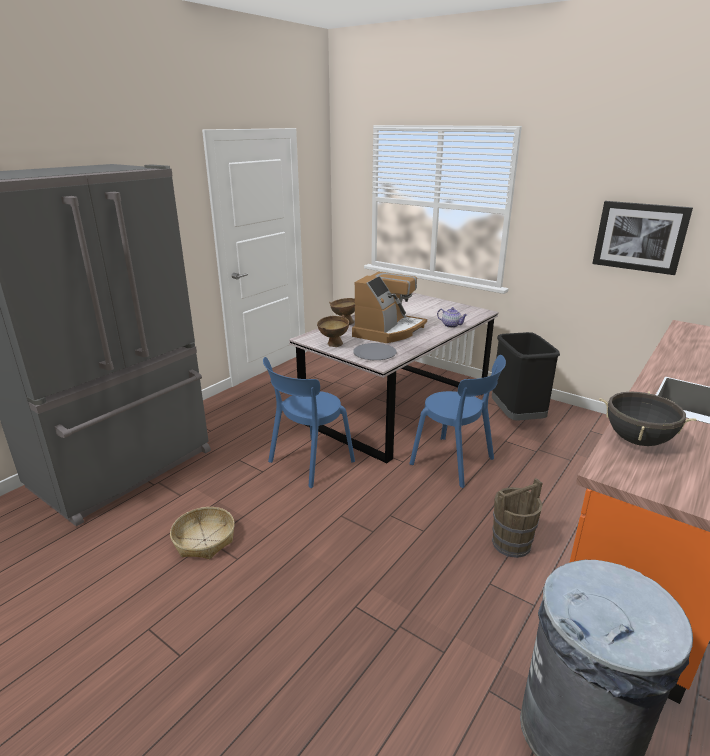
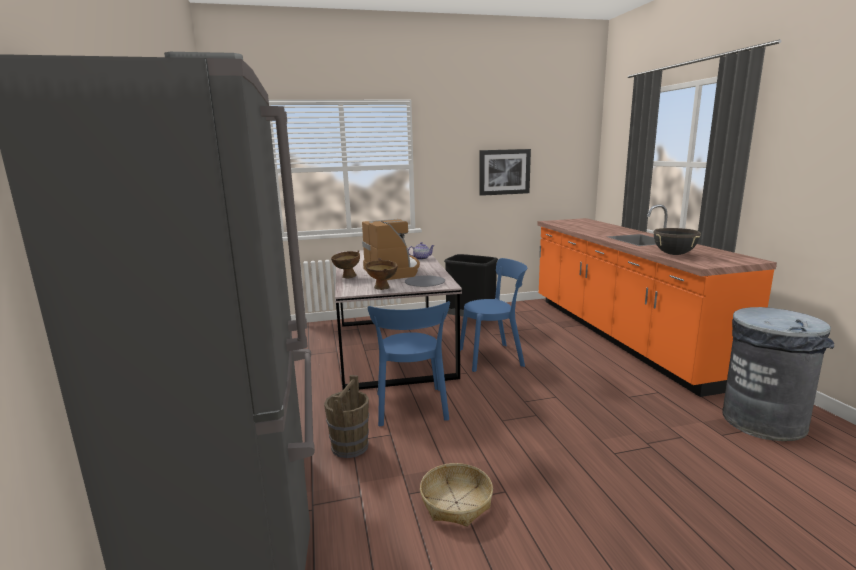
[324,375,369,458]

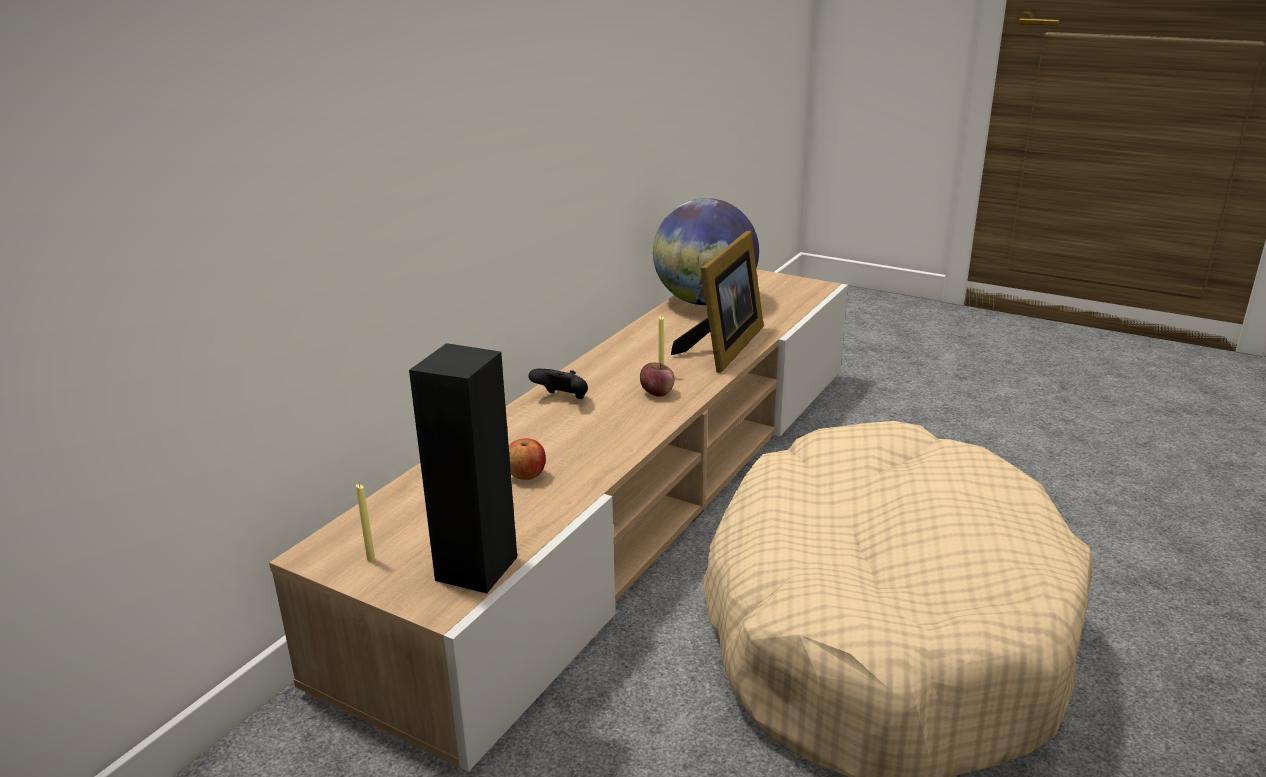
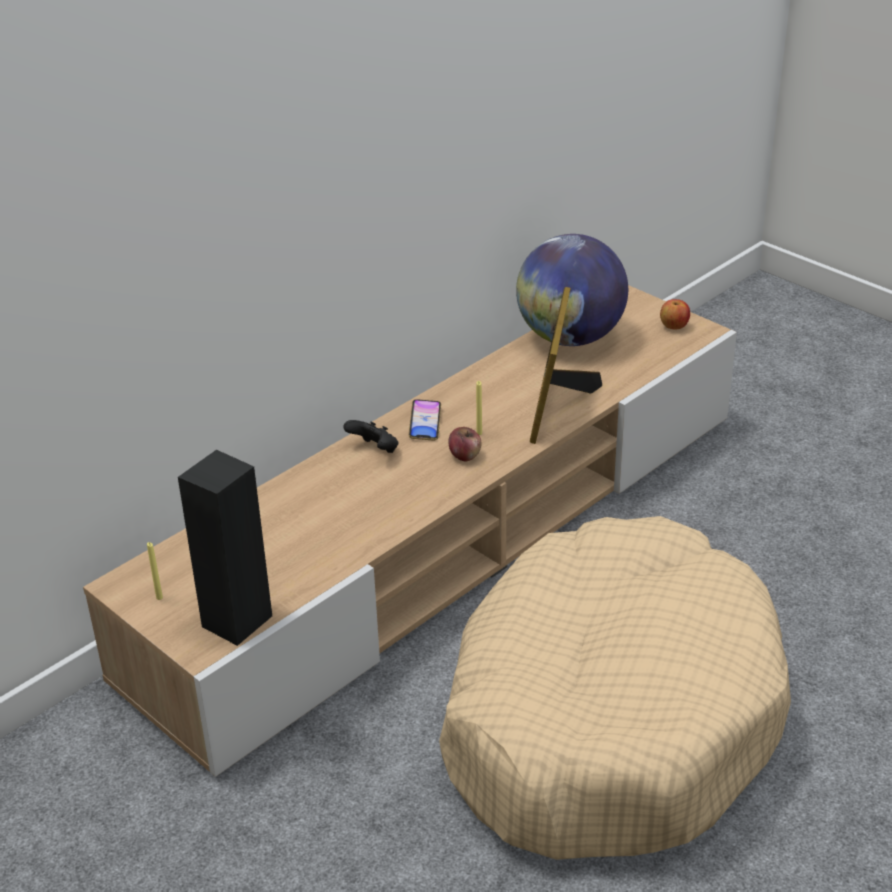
[530,287,602,444]
[660,299,690,330]
[409,399,441,441]

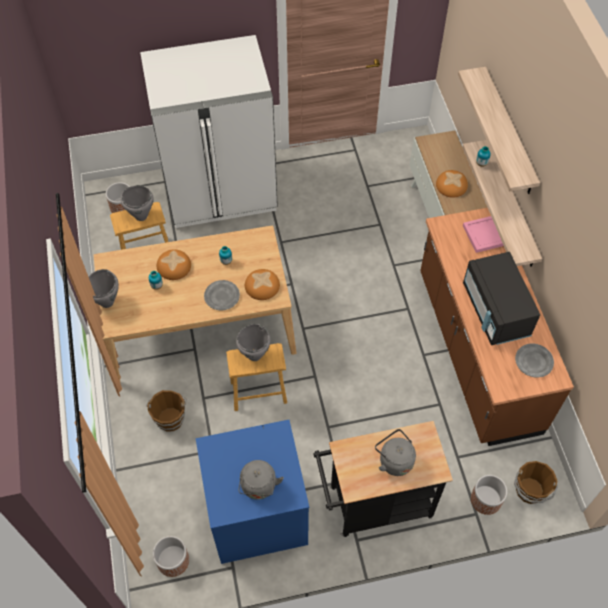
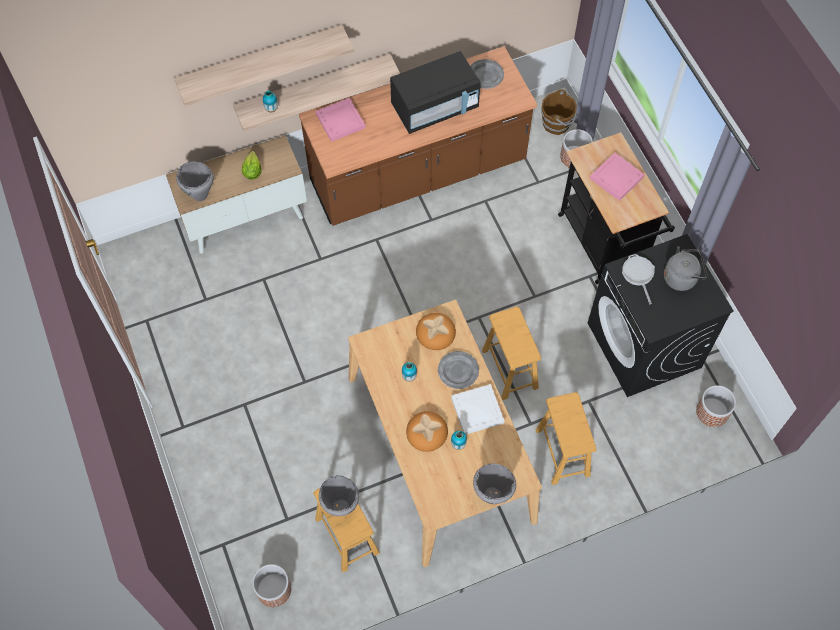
[140,35,278,228] (first image)
[242,151,262,180]
[176,161,213,201]
[536,392,596,485]
[588,234,734,397]
[590,153,645,201]
[622,254,655,304]
[451,384,504,435]

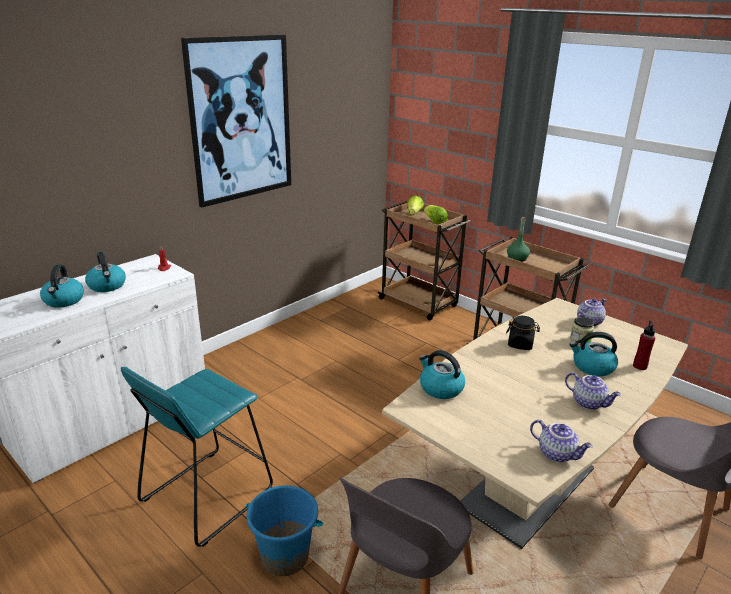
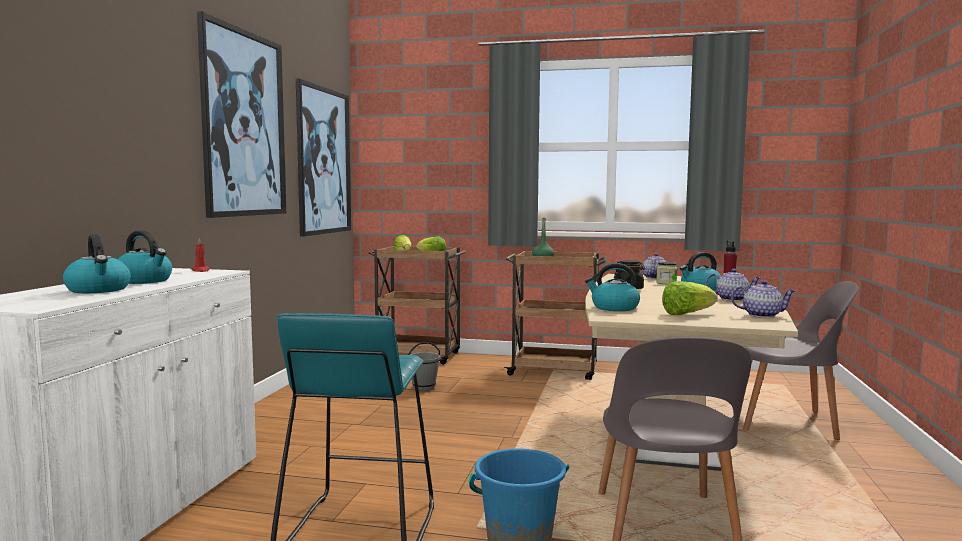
[296,78,351,237]
[662,281,718,315]
[408,342,442,391]

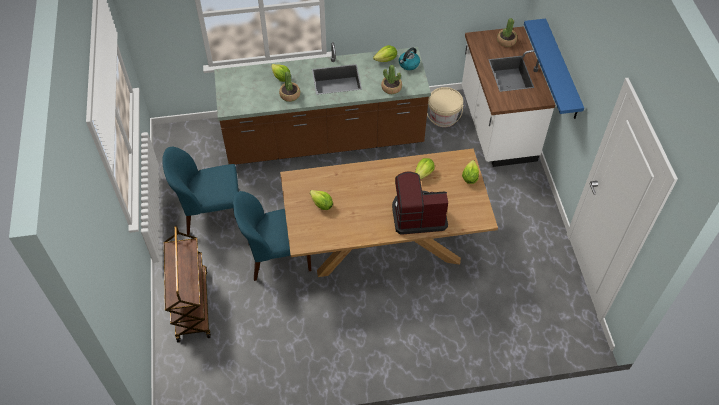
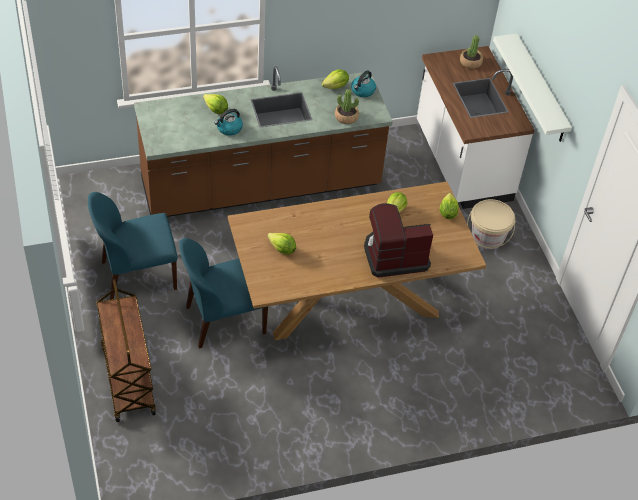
[493,34,572,142]
[214,109,243,136]
[467,199,516,249]

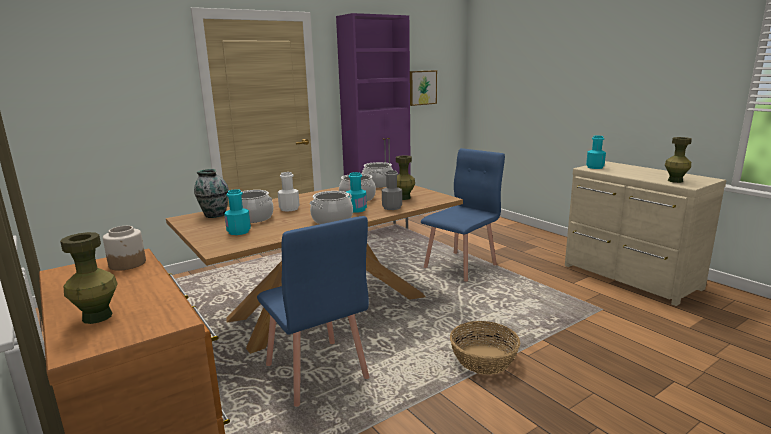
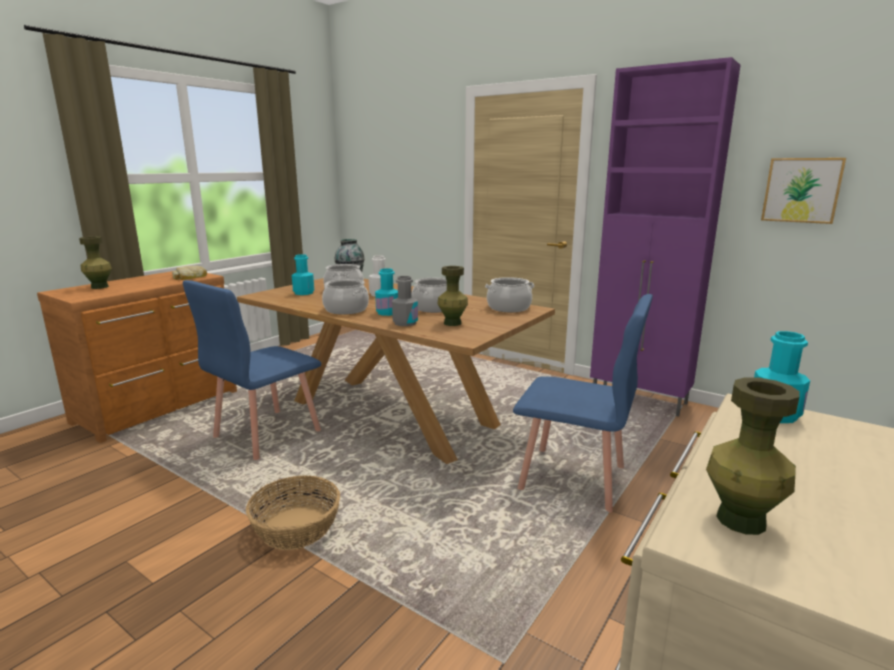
[172,266,207,280]

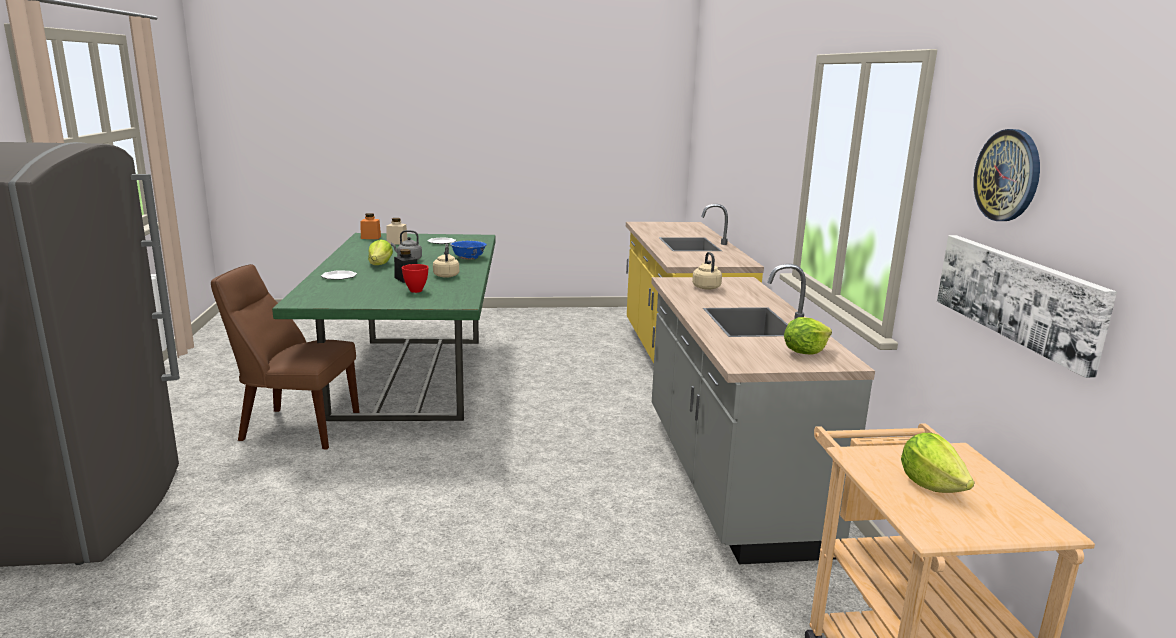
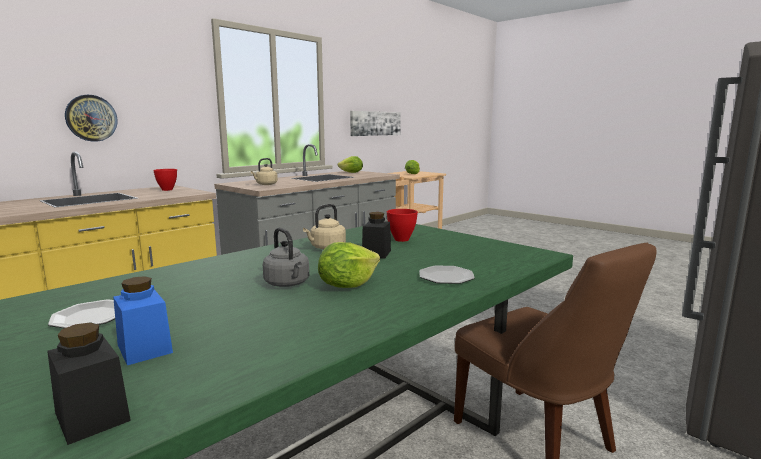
[65,95,117,142]
[47,322,131,445]
[113,276,173,365]
[450,241,487,259] (first image)
[153,169,177,191]

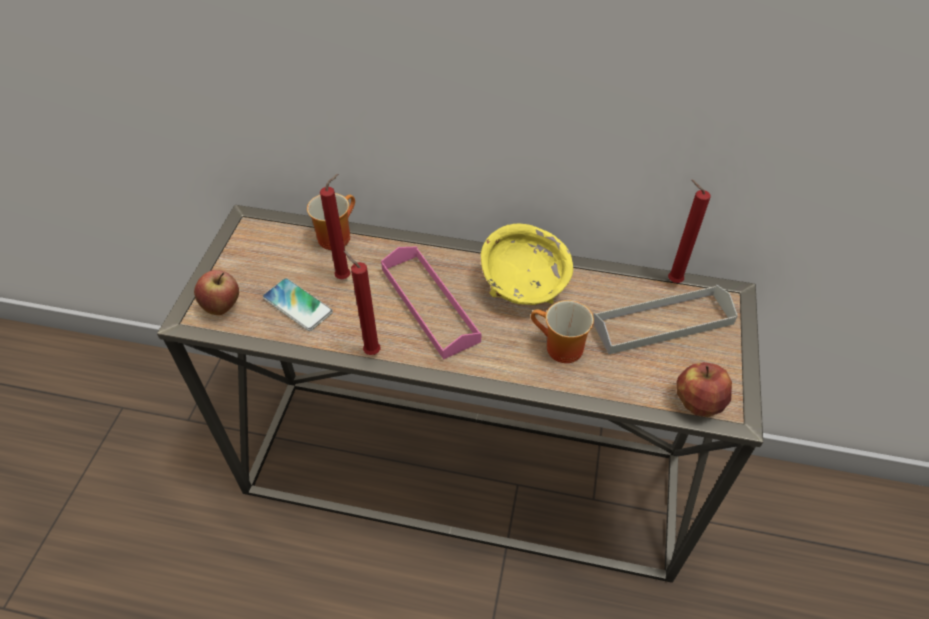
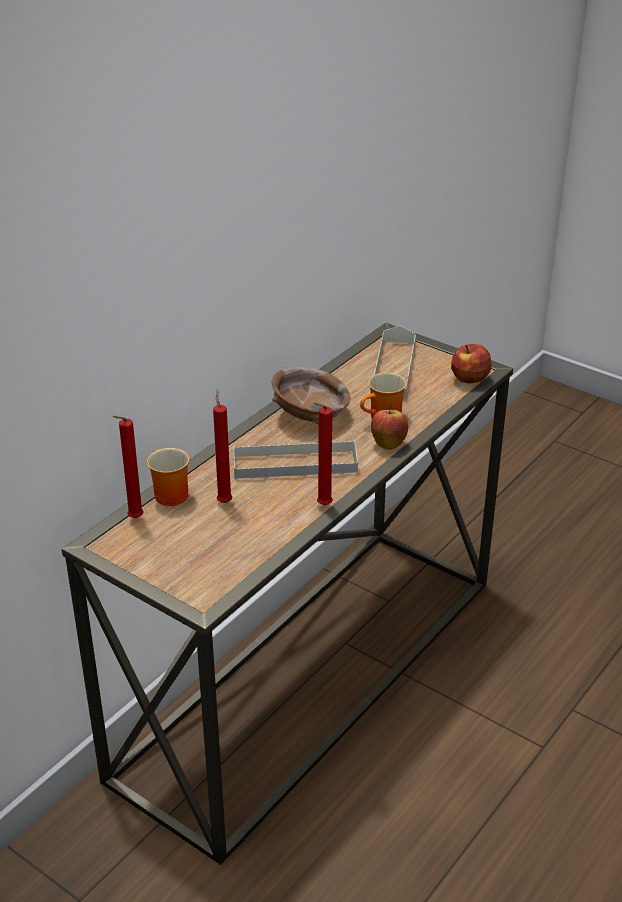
[113,416,144,518]
[271,367,350,425]
[233,440,358,479]
[371,403,408,450]
[263,278,333,331] (first image)

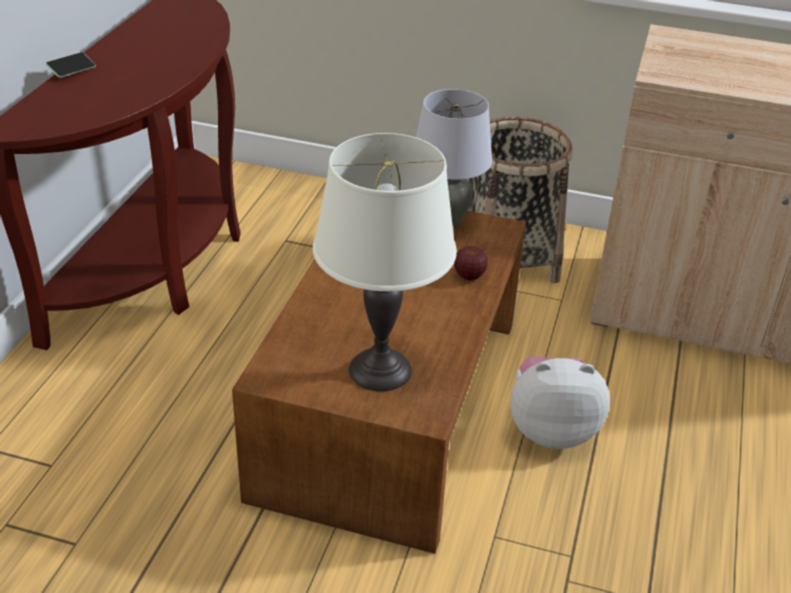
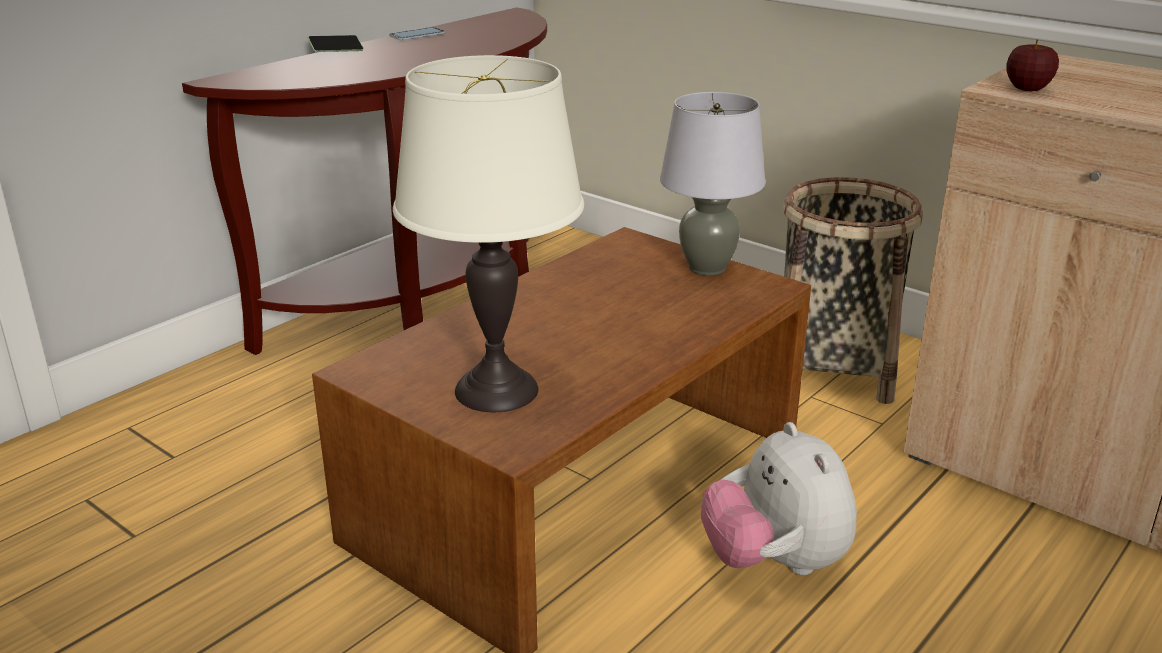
[1006,40,1059,91]
[701,422,857,575]
[389,27,445,40]

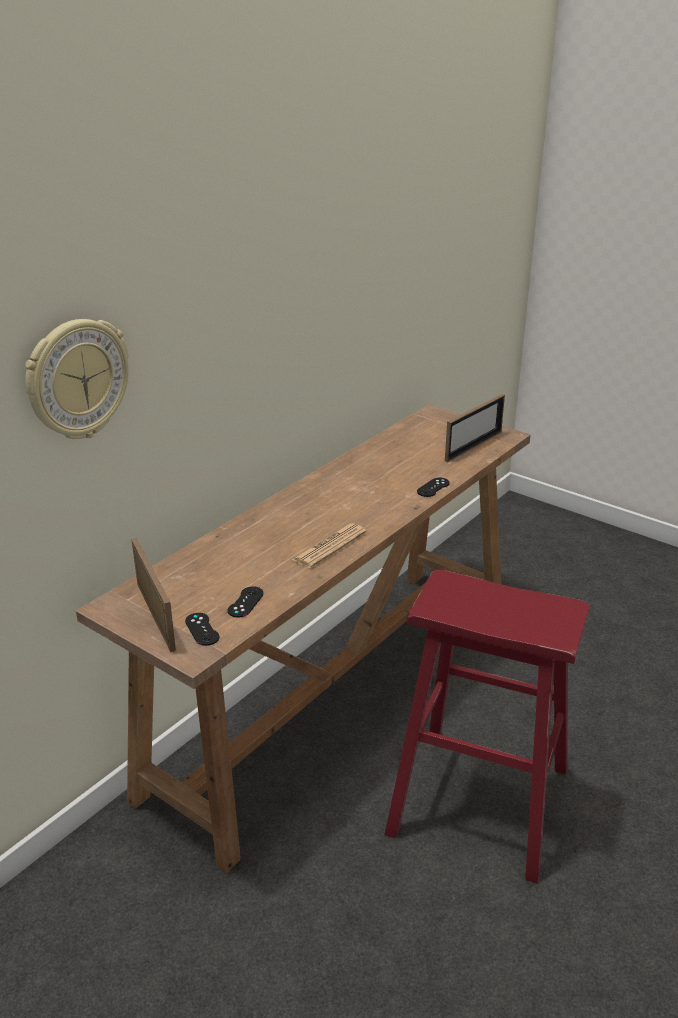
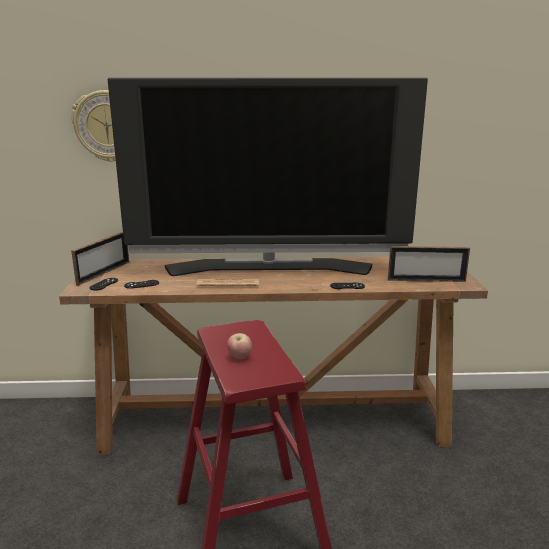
[108,78,428,276]
[227,333,252,359]

